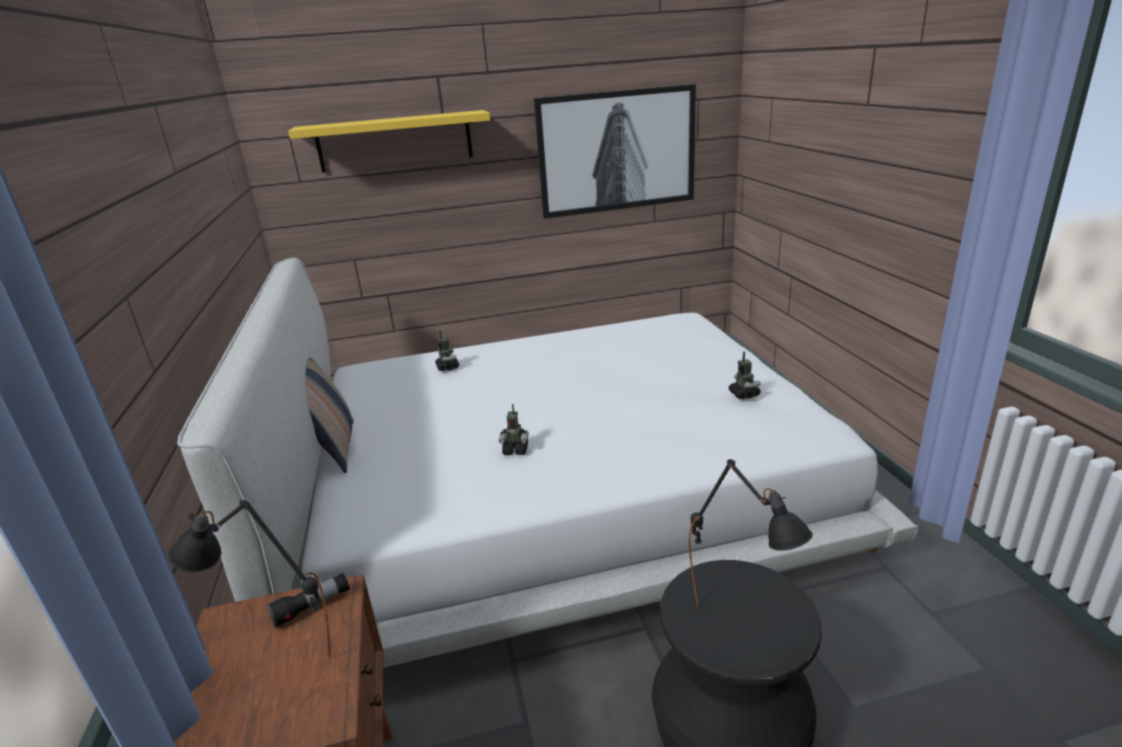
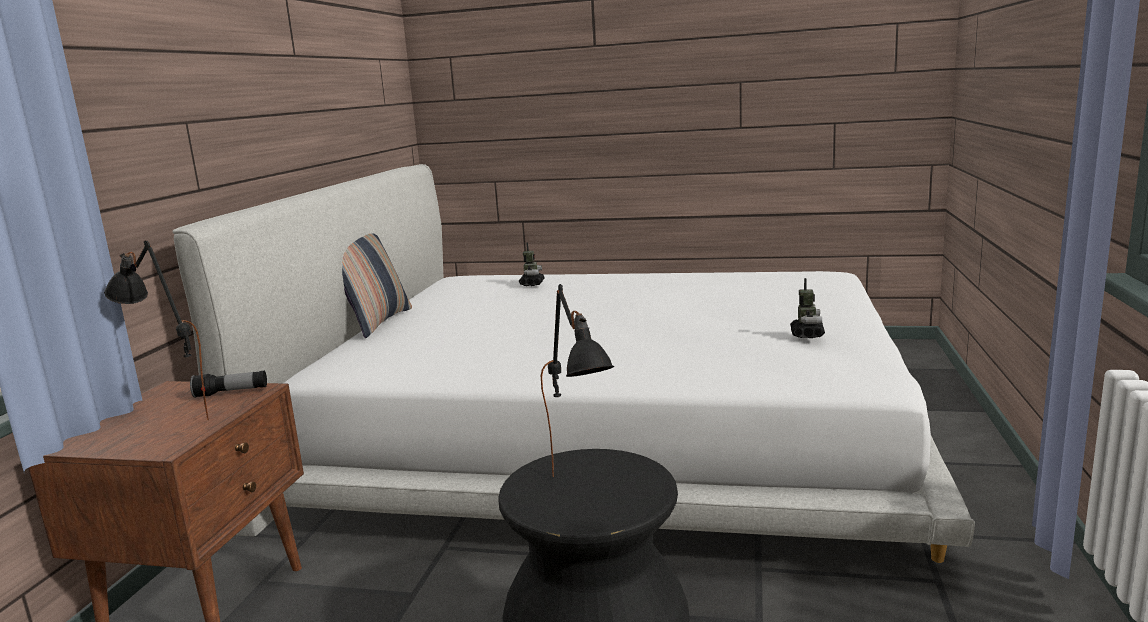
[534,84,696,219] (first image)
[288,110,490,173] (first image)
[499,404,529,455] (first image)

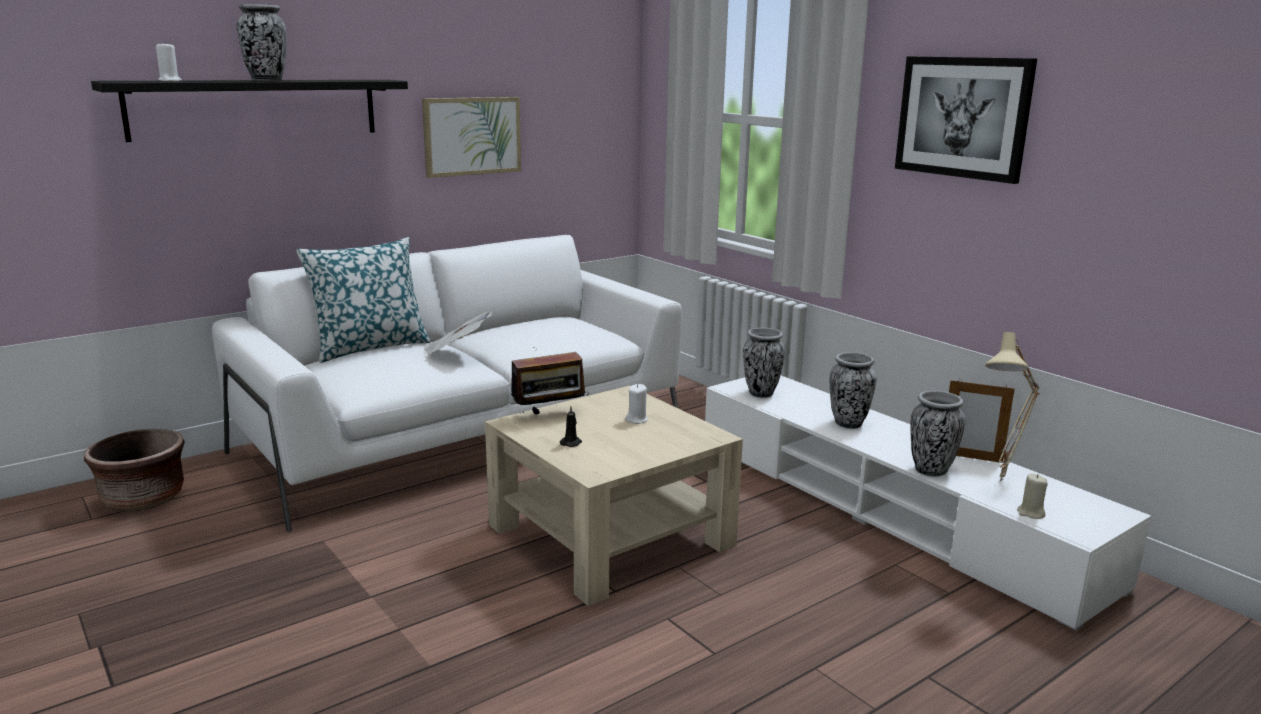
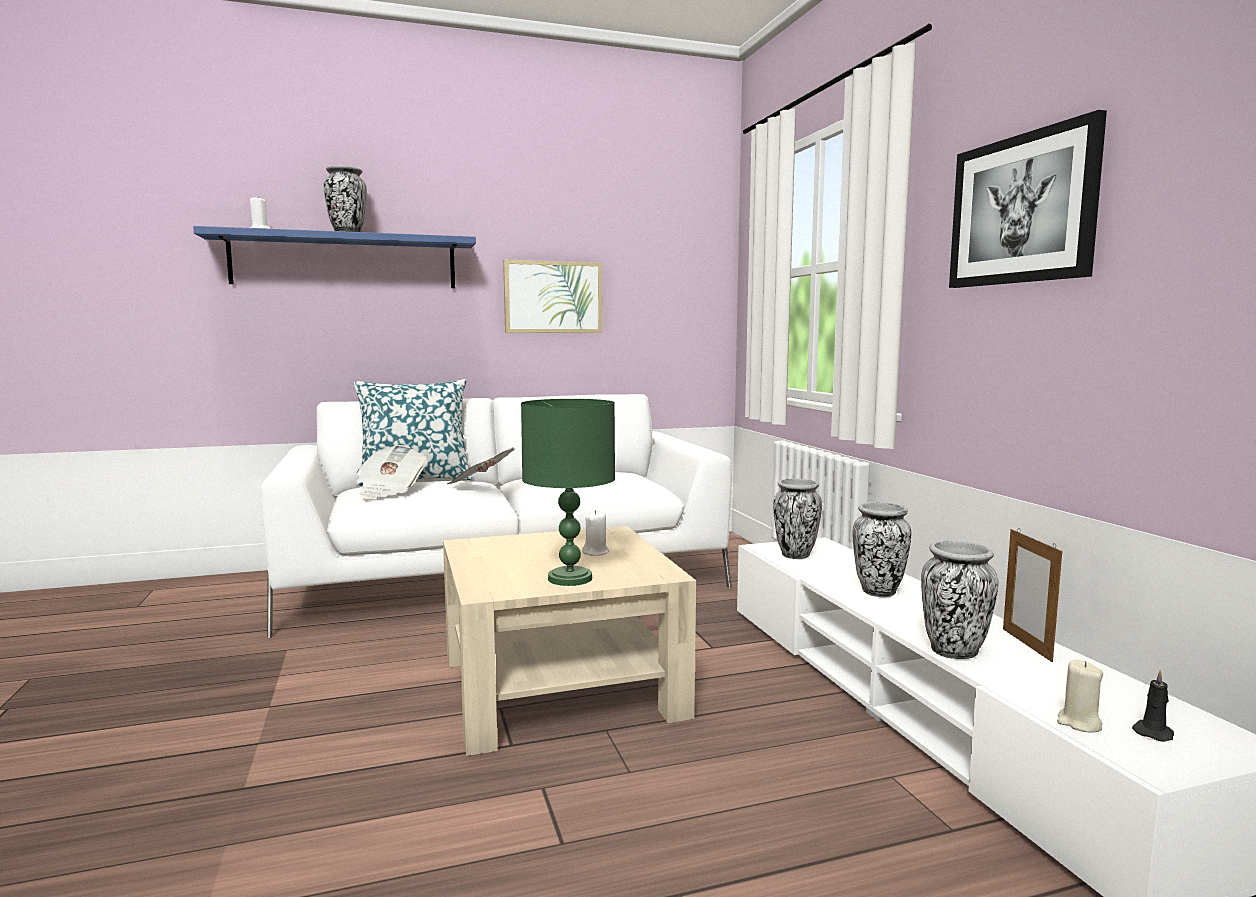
[193,226,476,288]
[985,332,1040,481] (first image)
[511,347,589,414] (first image)
[1003,528,1062,662]
[1132,670,1174,742]
[84,429,185,511] (first image)
[521,399,615,586]
[356,445,428,499]

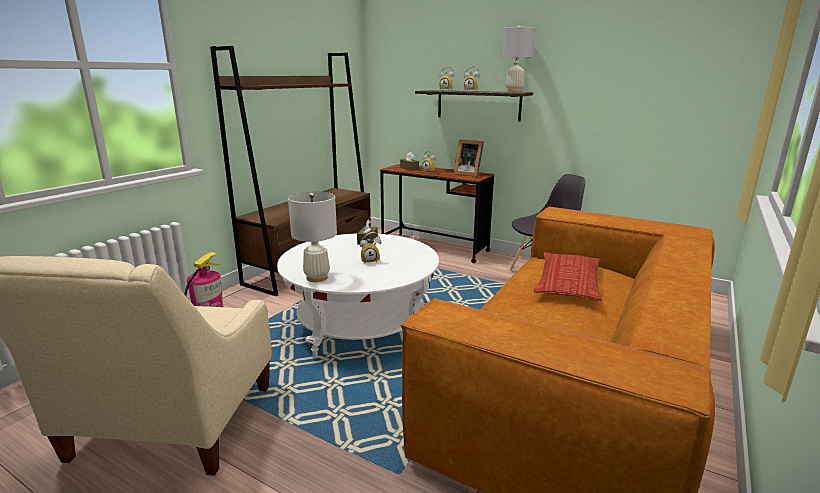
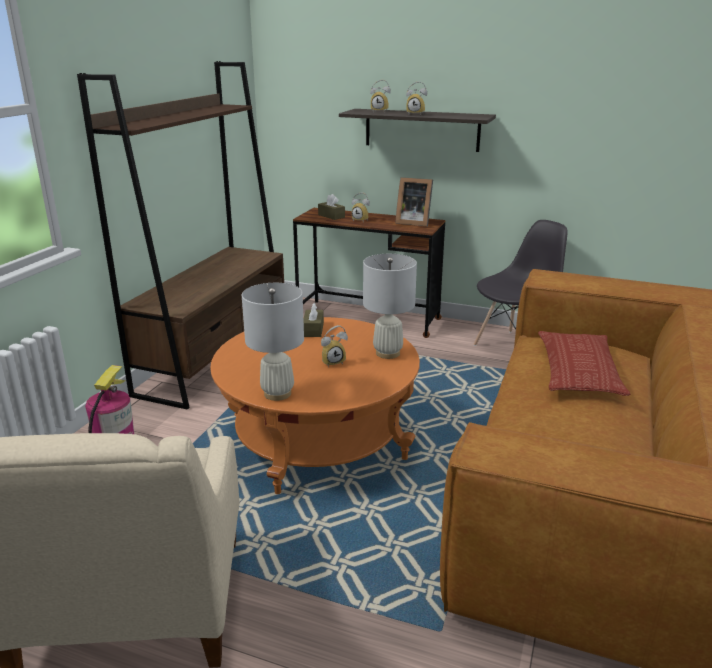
[363,254,417,359]
[210,317,420,494]

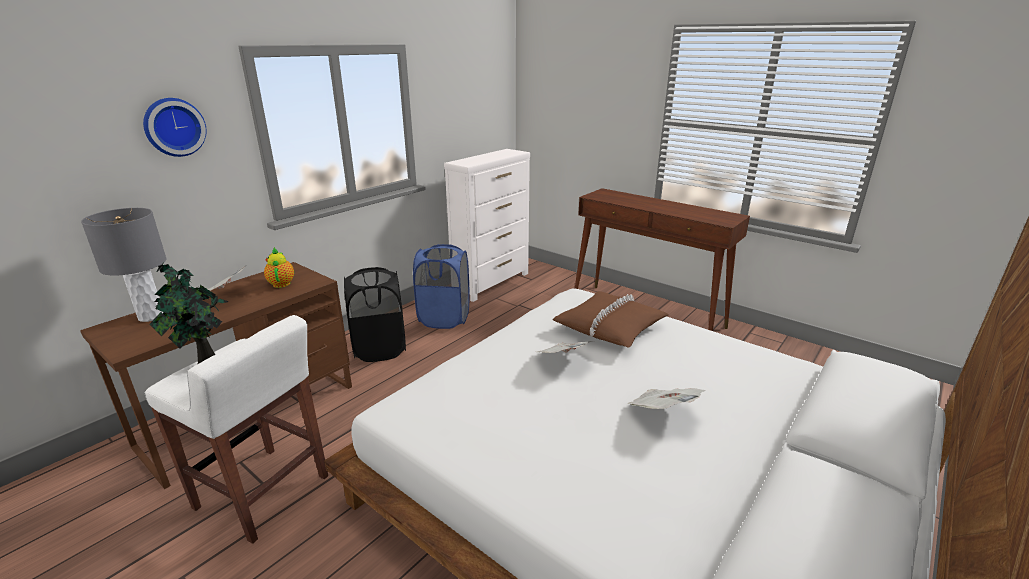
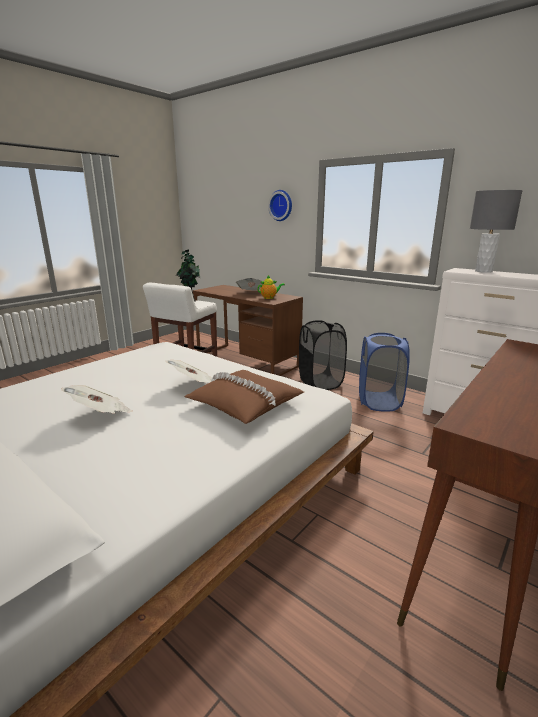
[470,190,523,273]

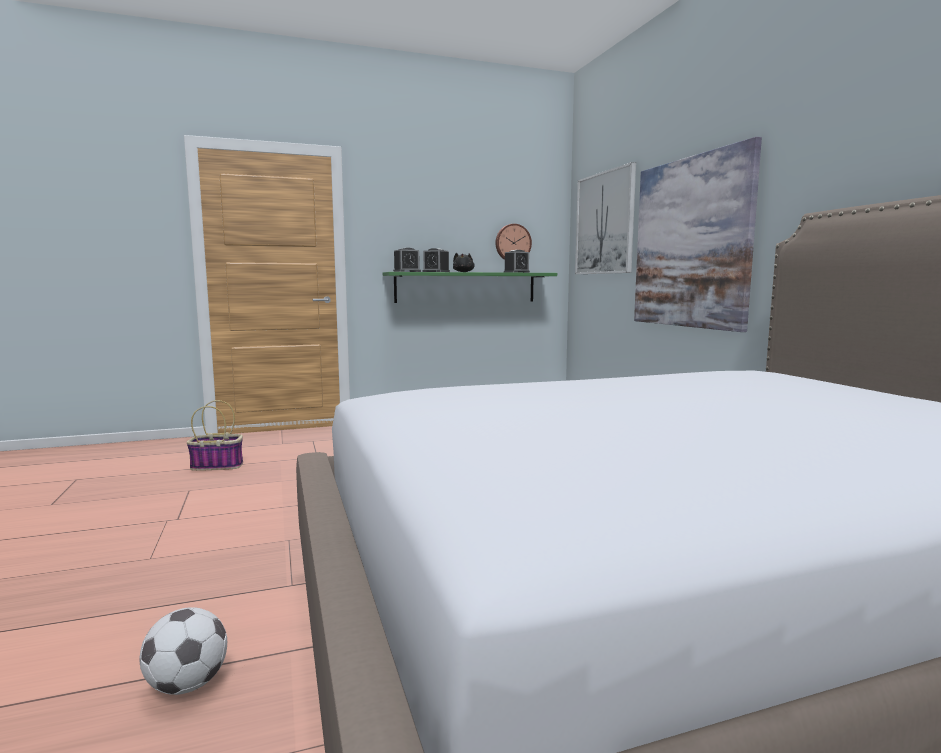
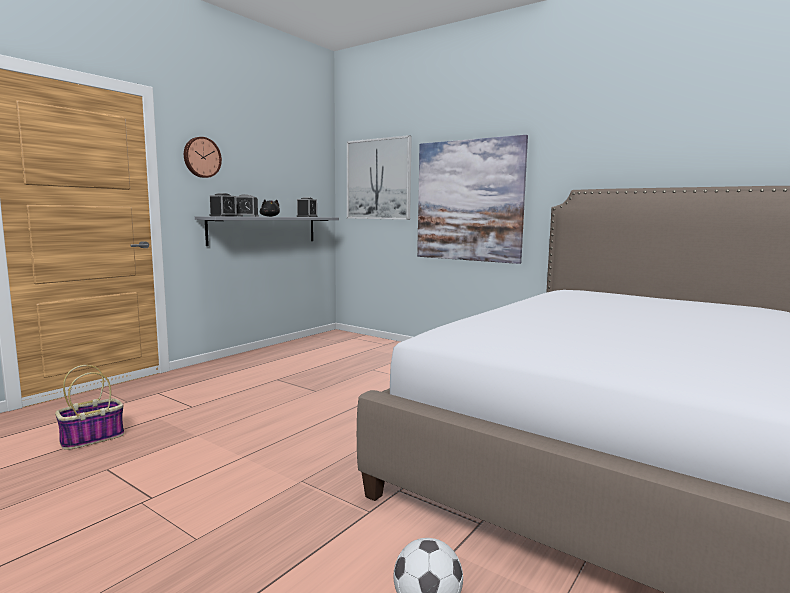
[184,137,222,178]
[195,216,339,246]

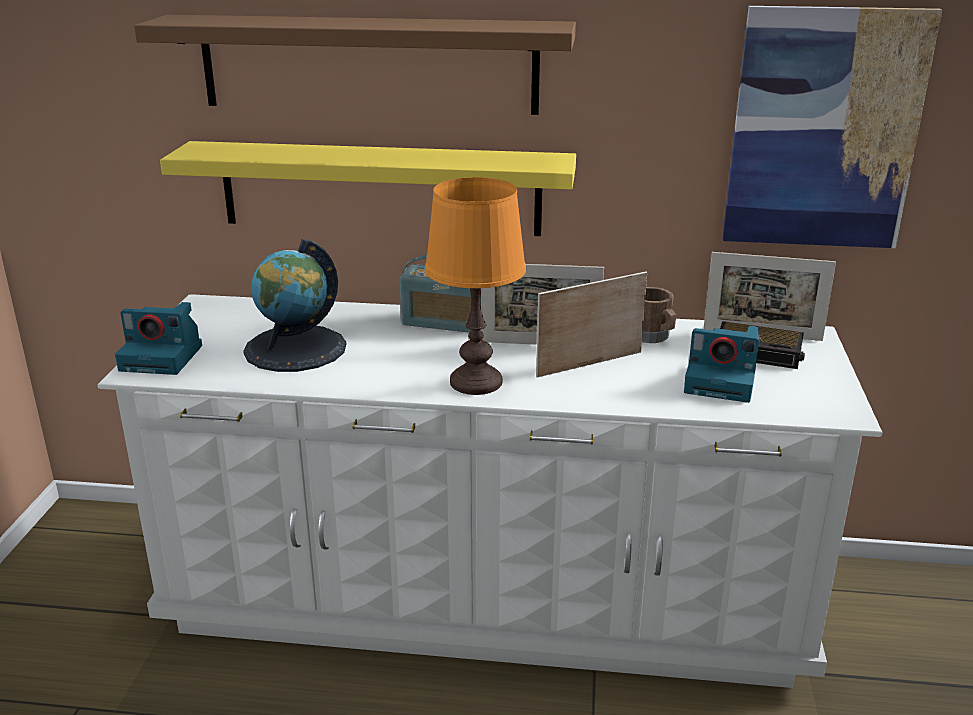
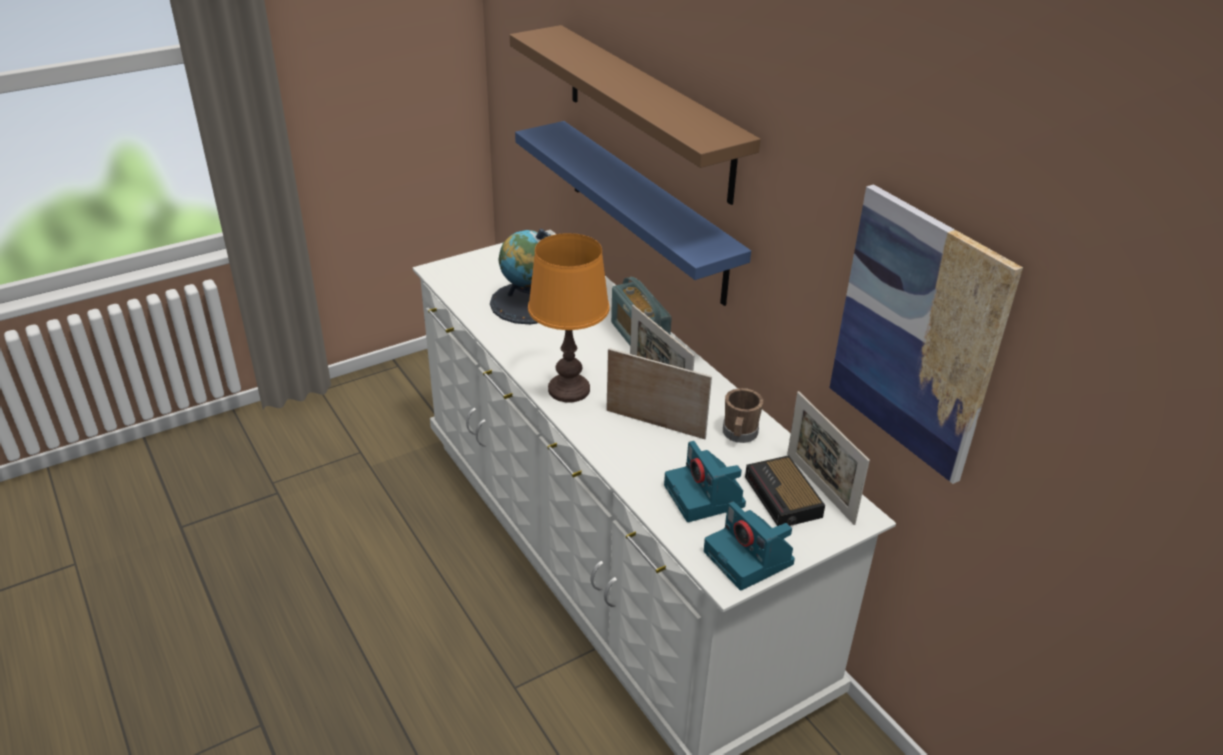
[515,121,751,306]
[704,501,795,590]

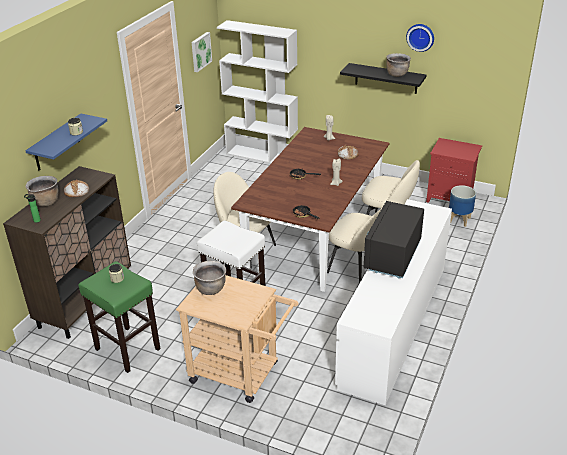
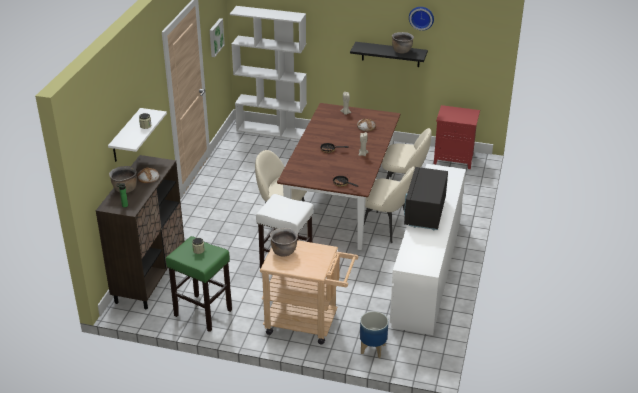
[108,108,167,162]
[360,311,388,358]

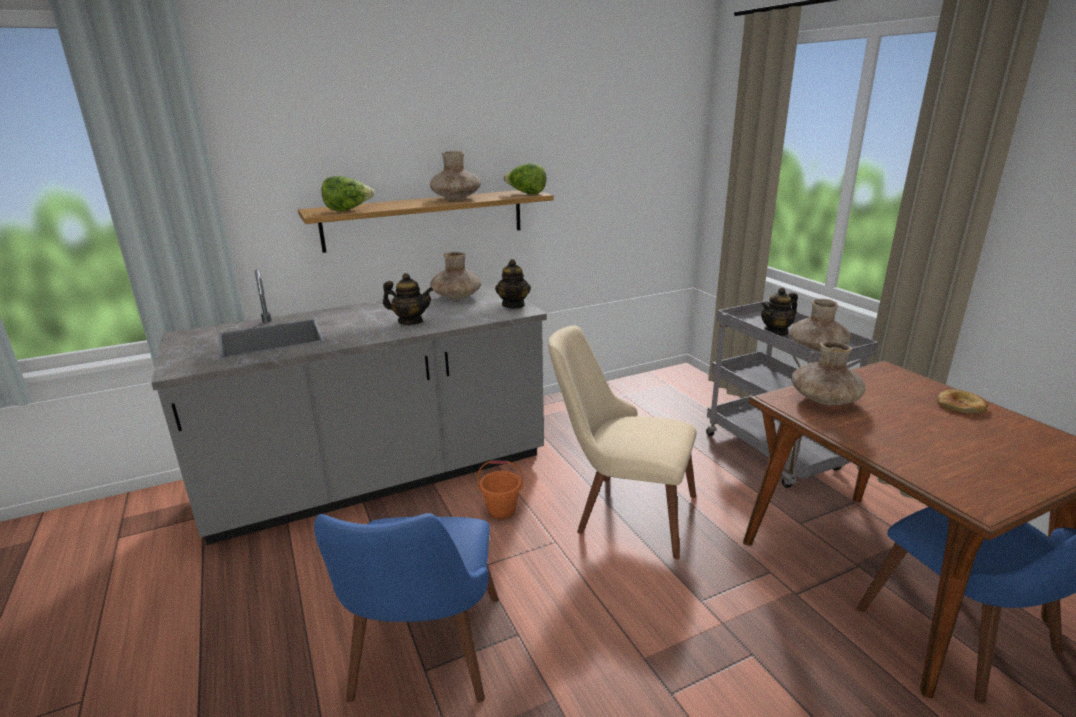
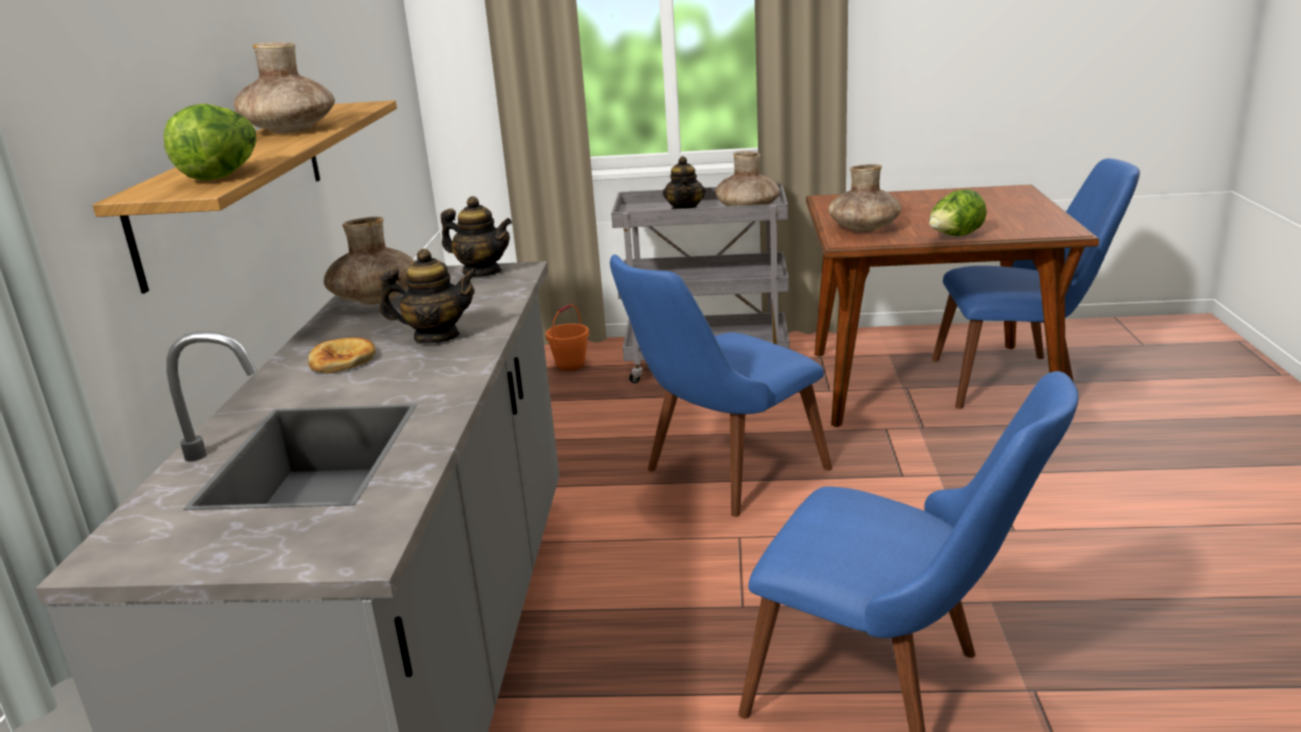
[929,189,987,236]
[380,248,478,344]
[610,255,832,517]
[308,337,376,374]
[546,304,589,371]

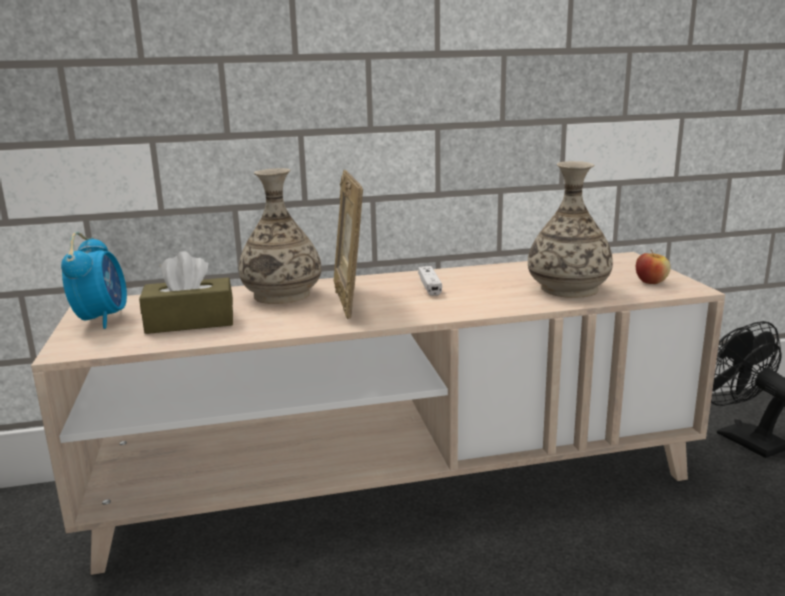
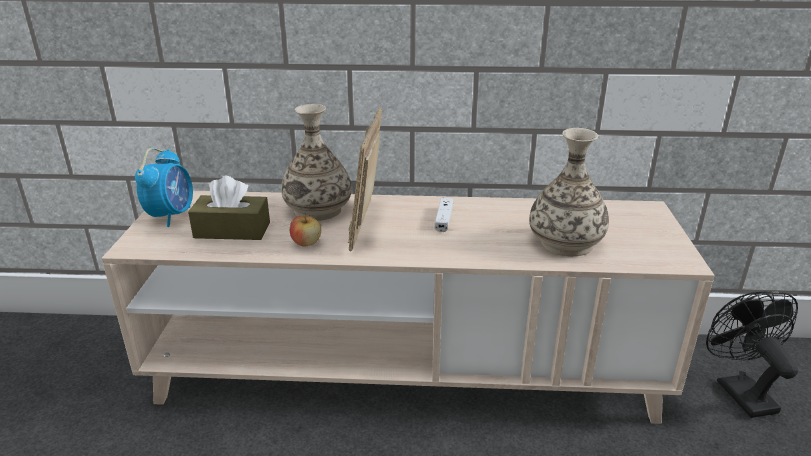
[290,215,321,247]

